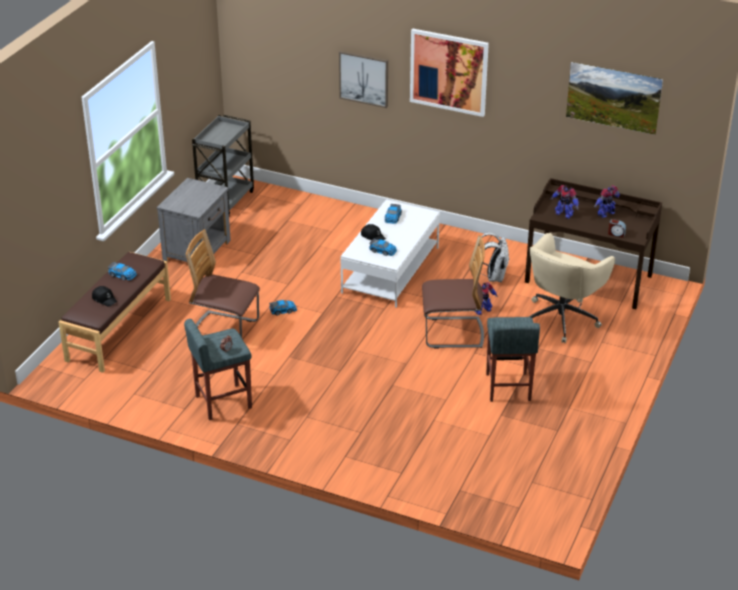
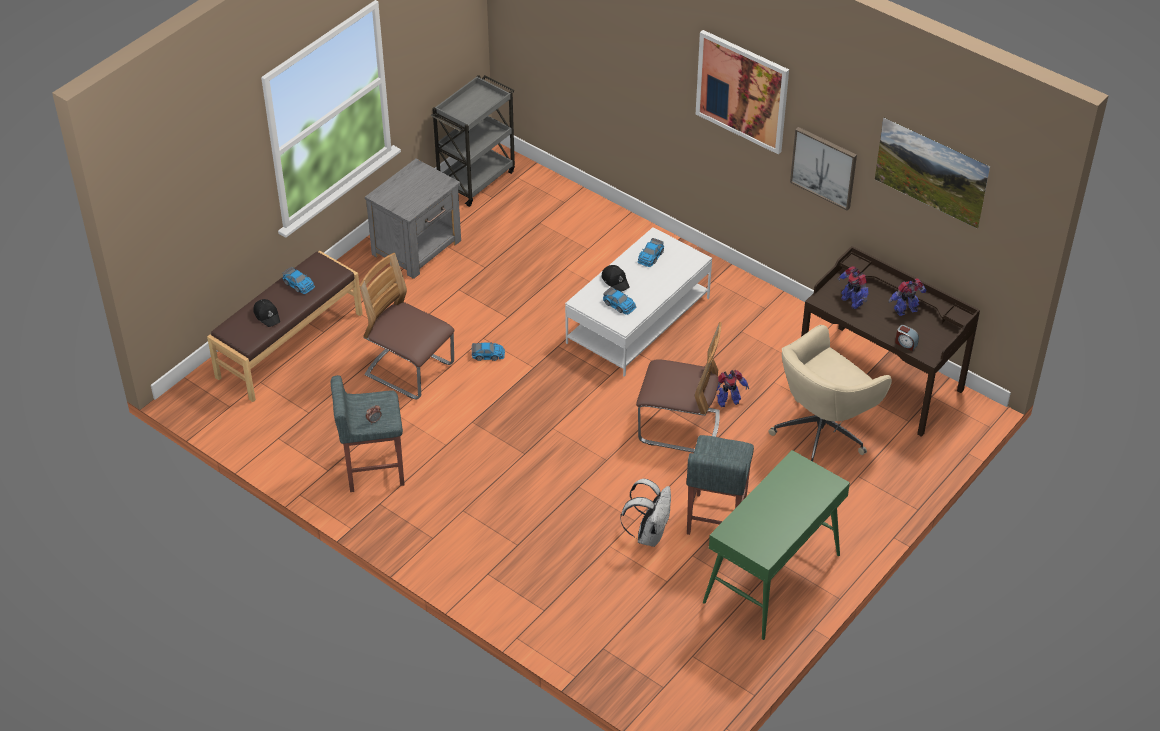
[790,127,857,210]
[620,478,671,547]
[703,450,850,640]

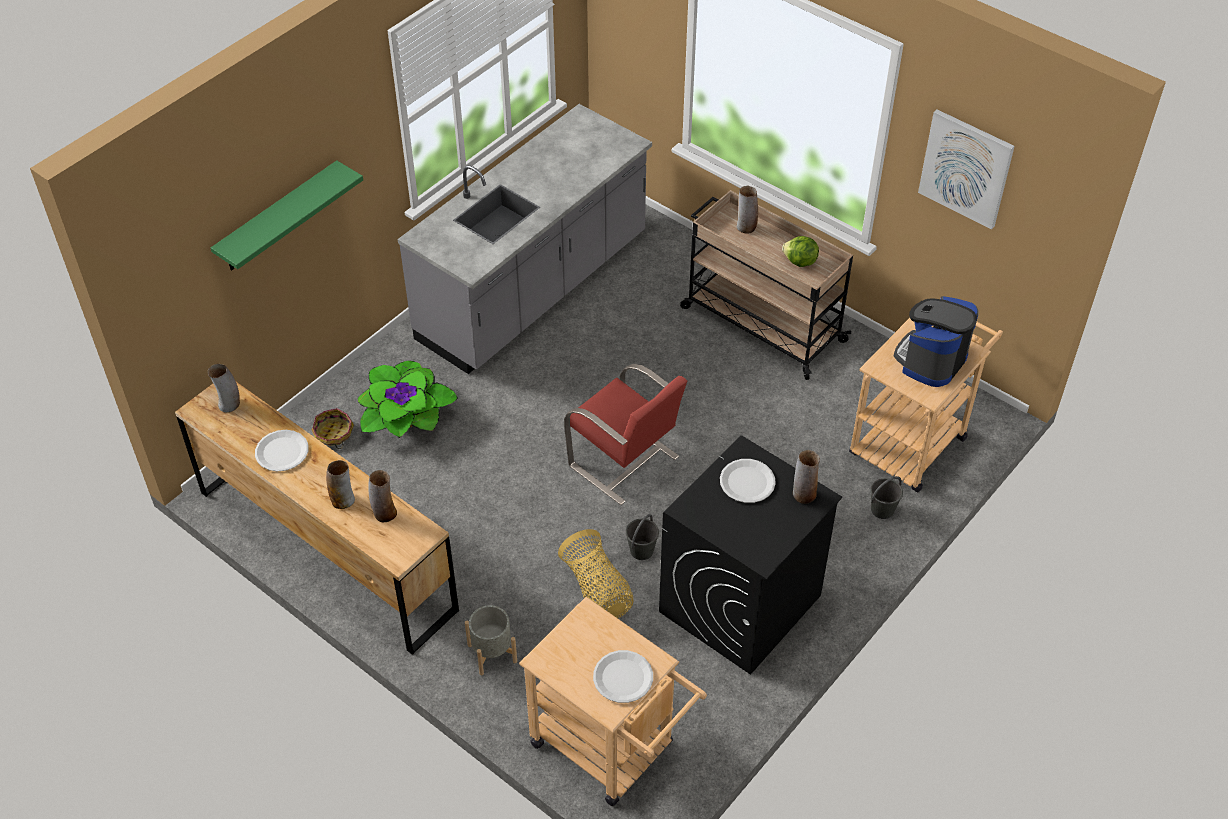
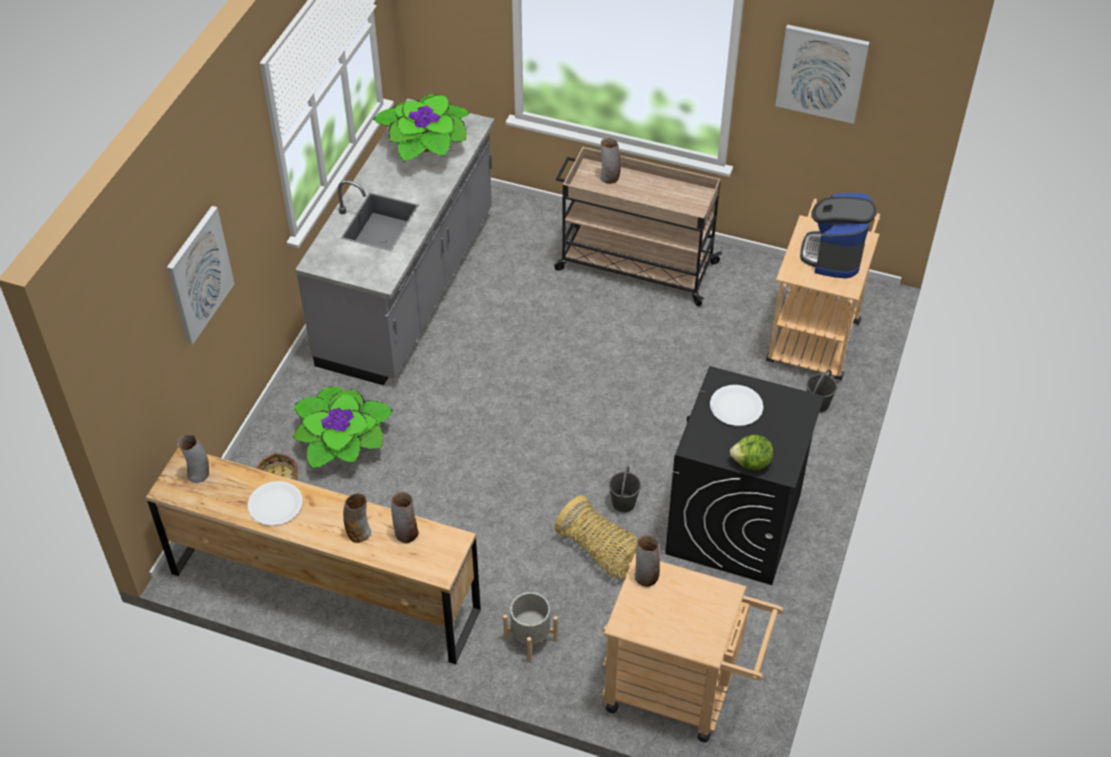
[167,206,235,345]
[730,435,773,471]
[564,364,687,505] (first image)
[635,534,660,587]
[593,650,653,703] (first image)
[373,94,469,162]

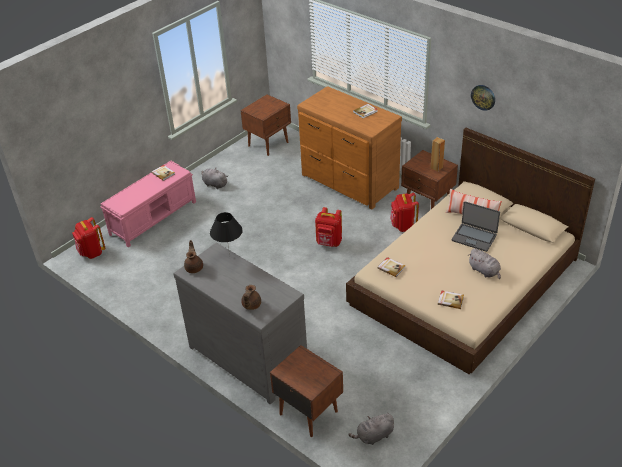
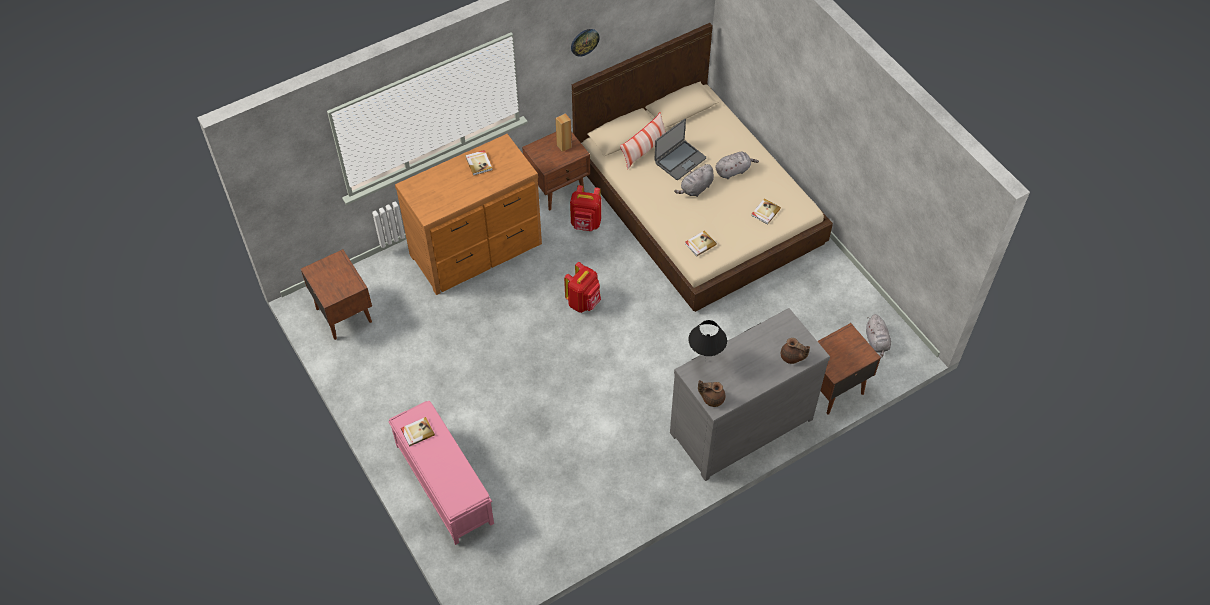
[674,164,714,197]
[72,217,105,259] (first image)

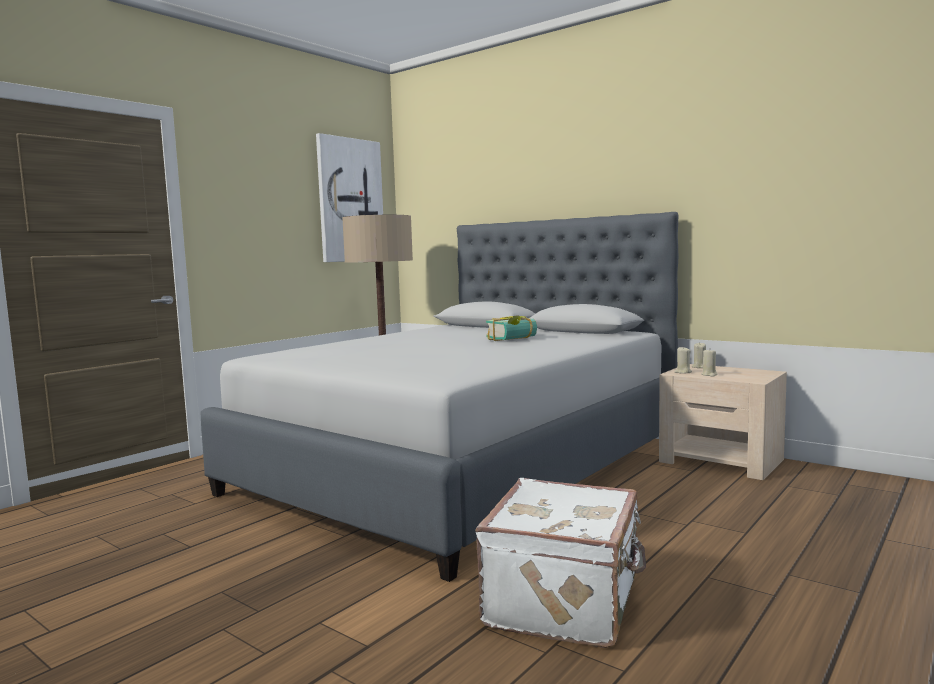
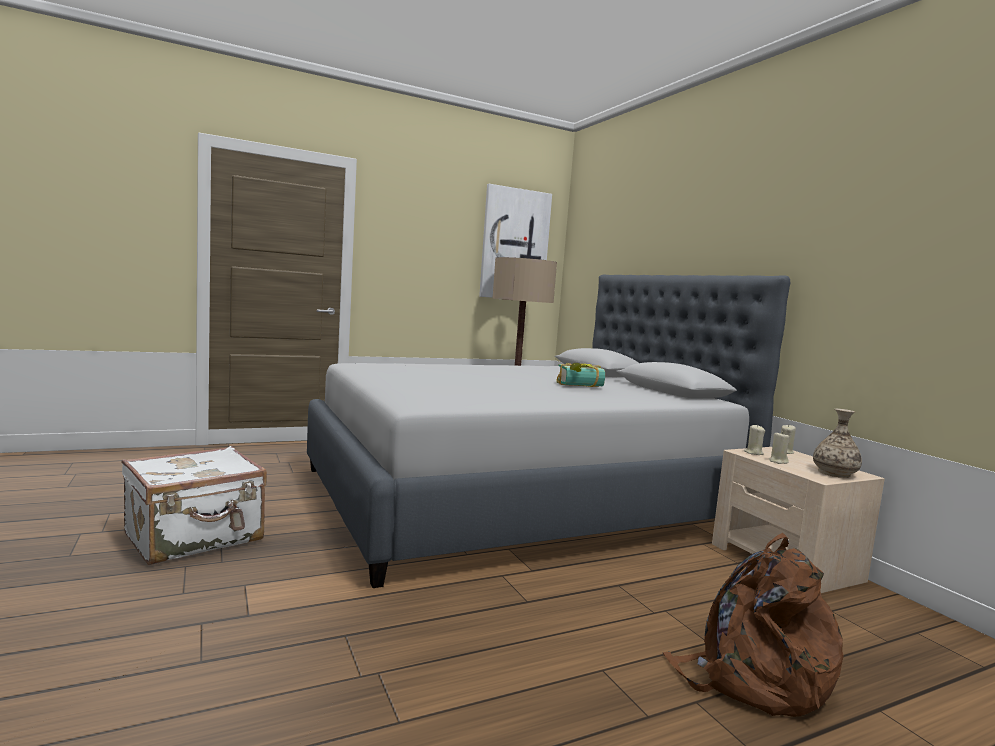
[122,446,267,565]
[813,409,862,478]
[663,533,844,717]

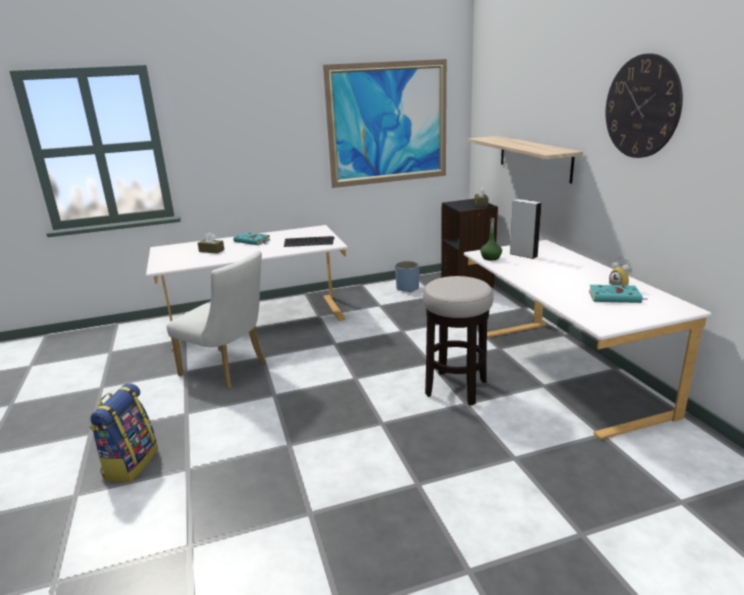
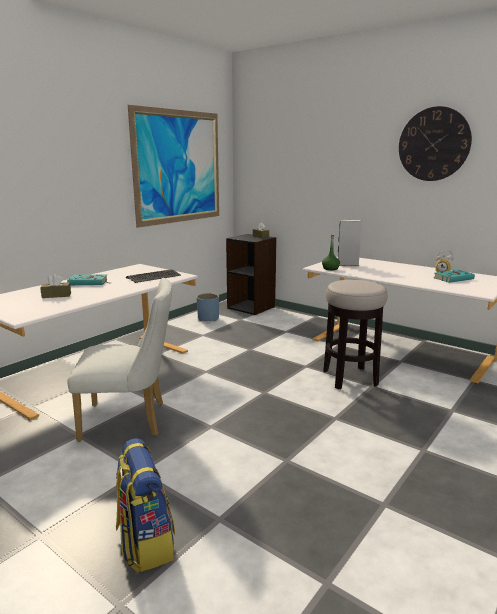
[468,136,583,183] (first image)

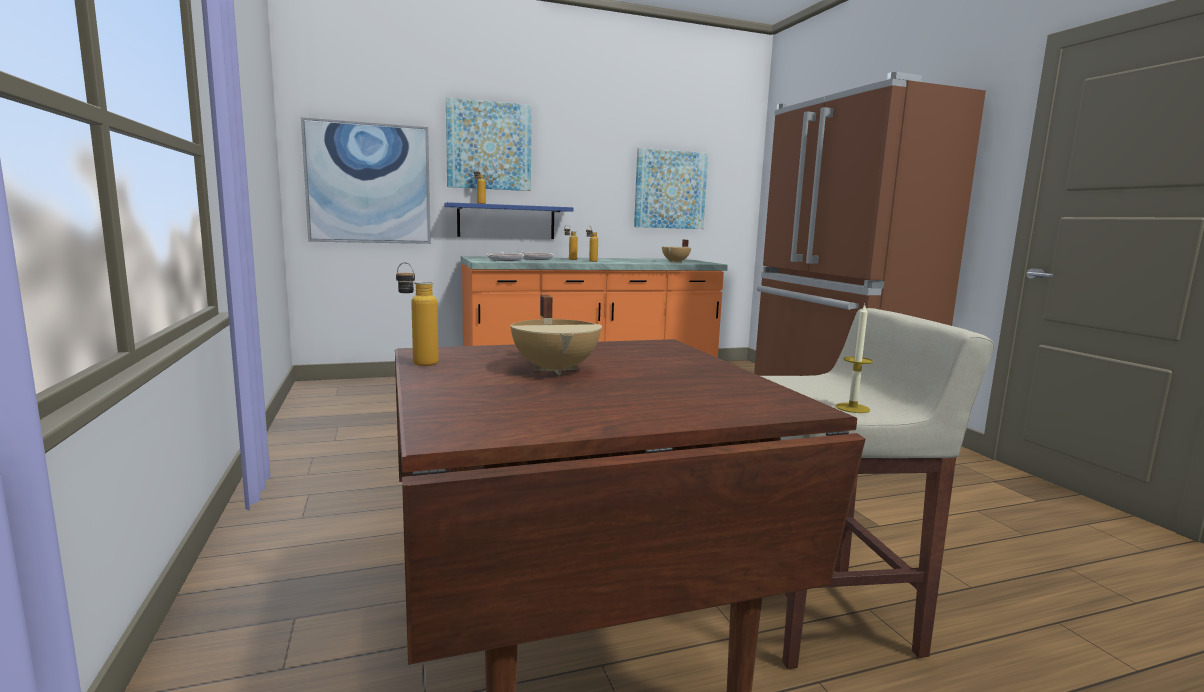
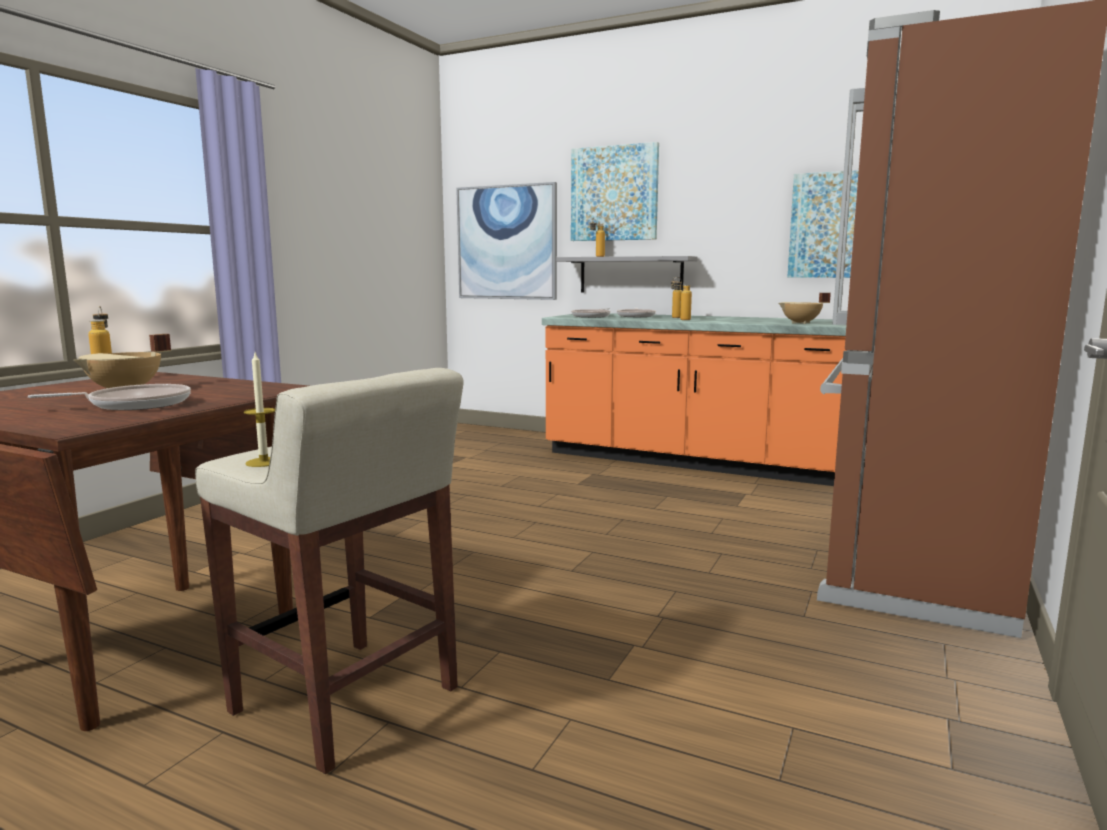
[556,256,698,292]
[28,384,191,410]

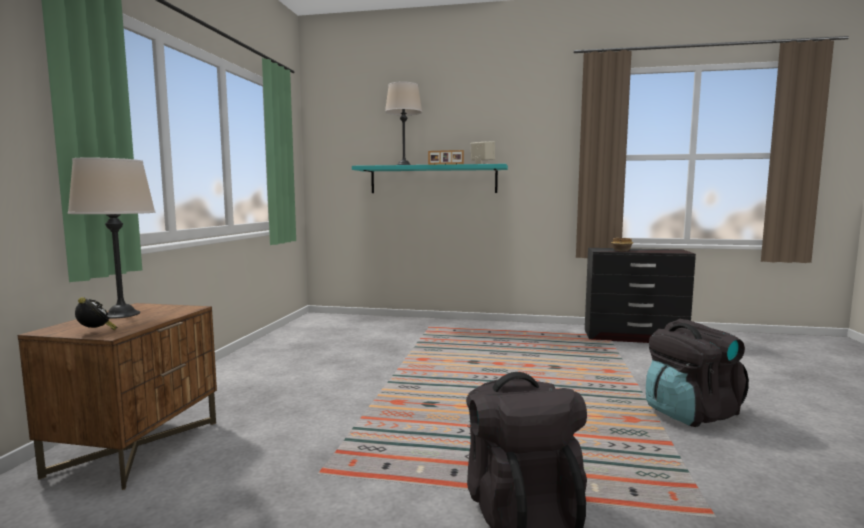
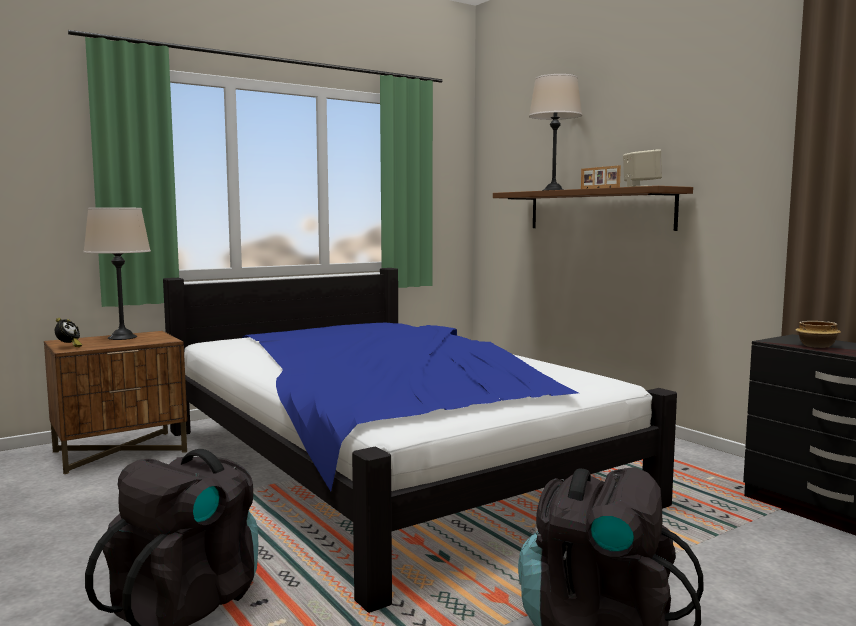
[493,186,693,231]
[163,268,677,613]

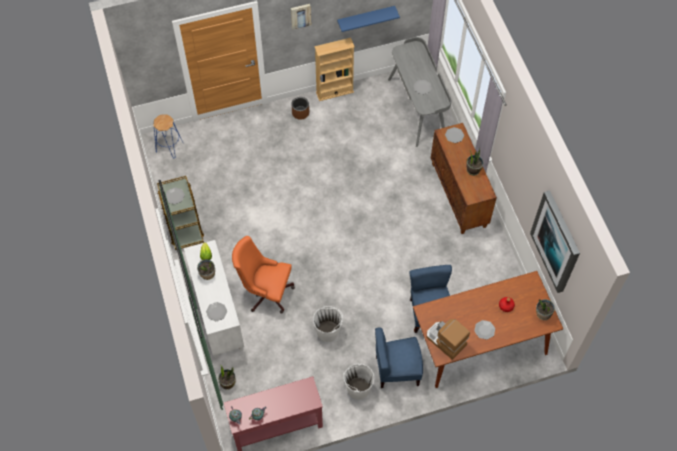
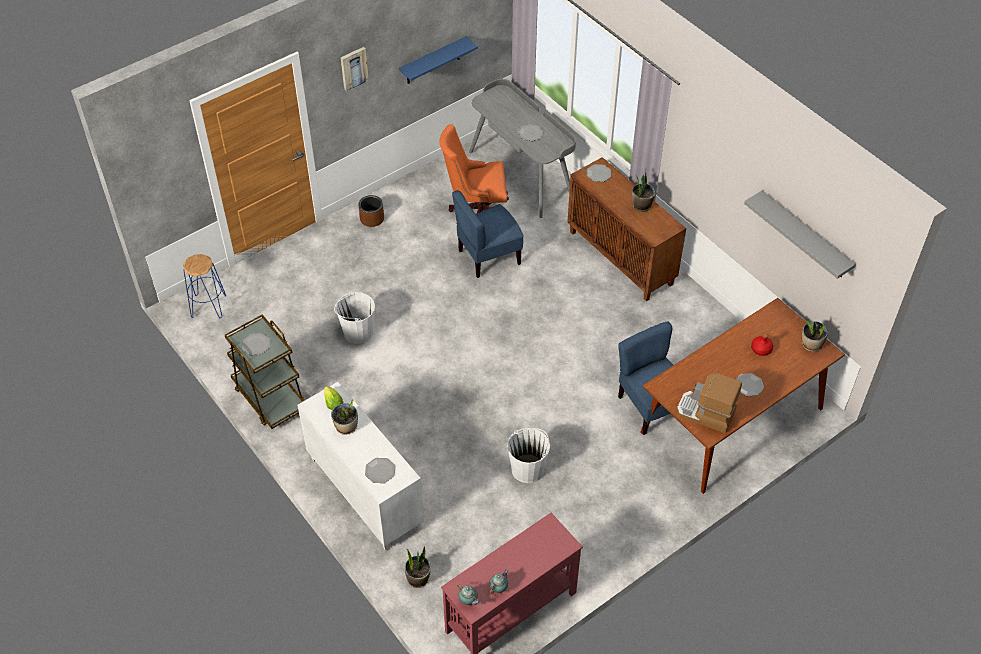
[314,38,355,101] (first image)
[744,190,856,279]
[439,124,509,213]
[452,190,523,278]
[334,292,375,344]

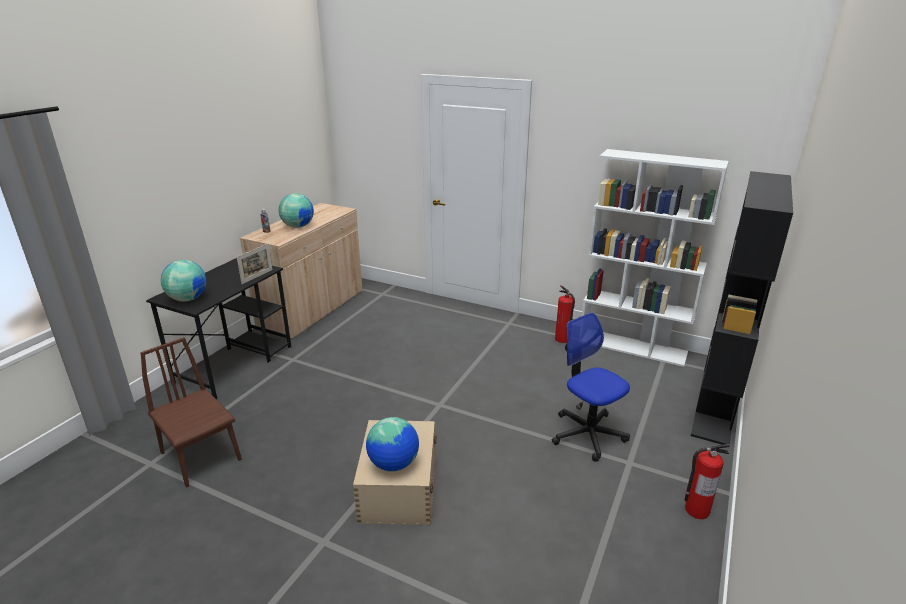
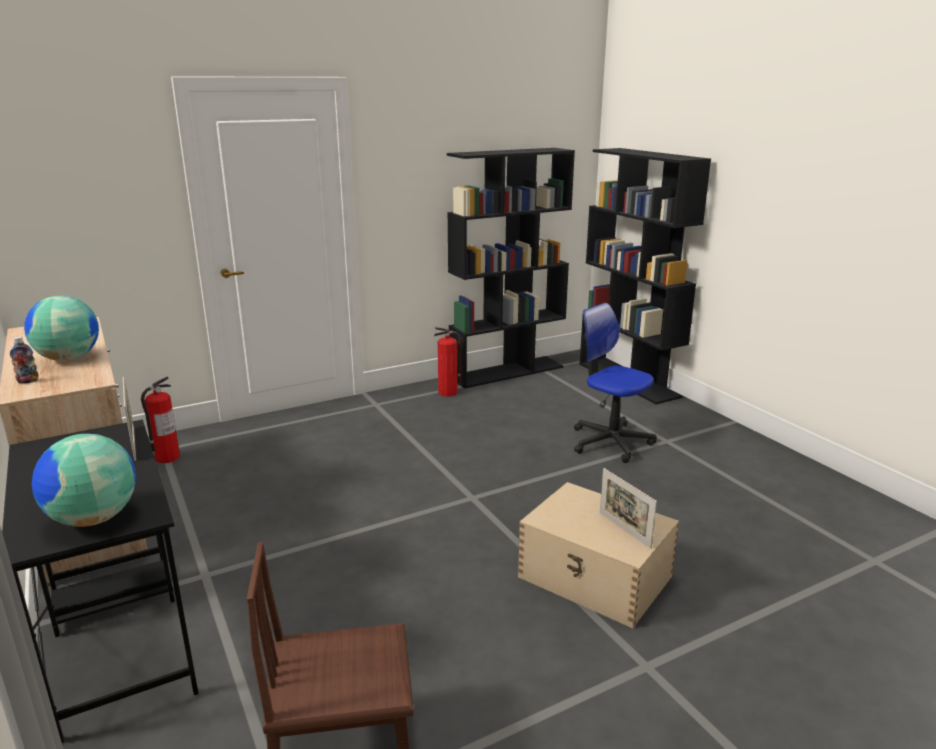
[447,148,575,389]
[574,303,657,463]
[600,468,657,549]
[141,377,180,463]

